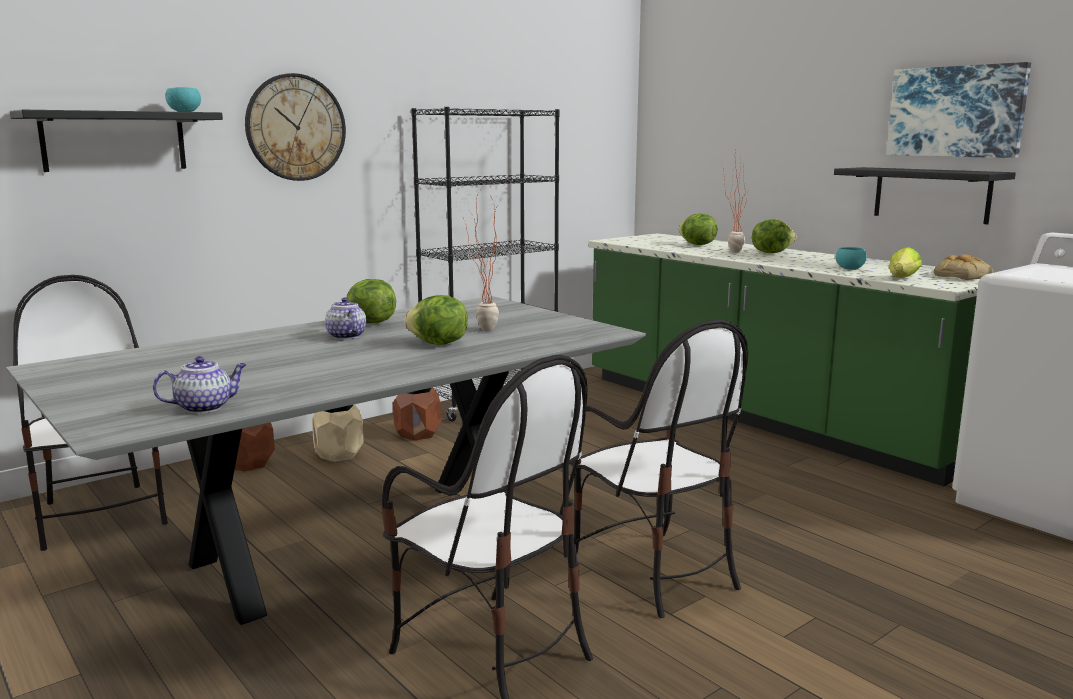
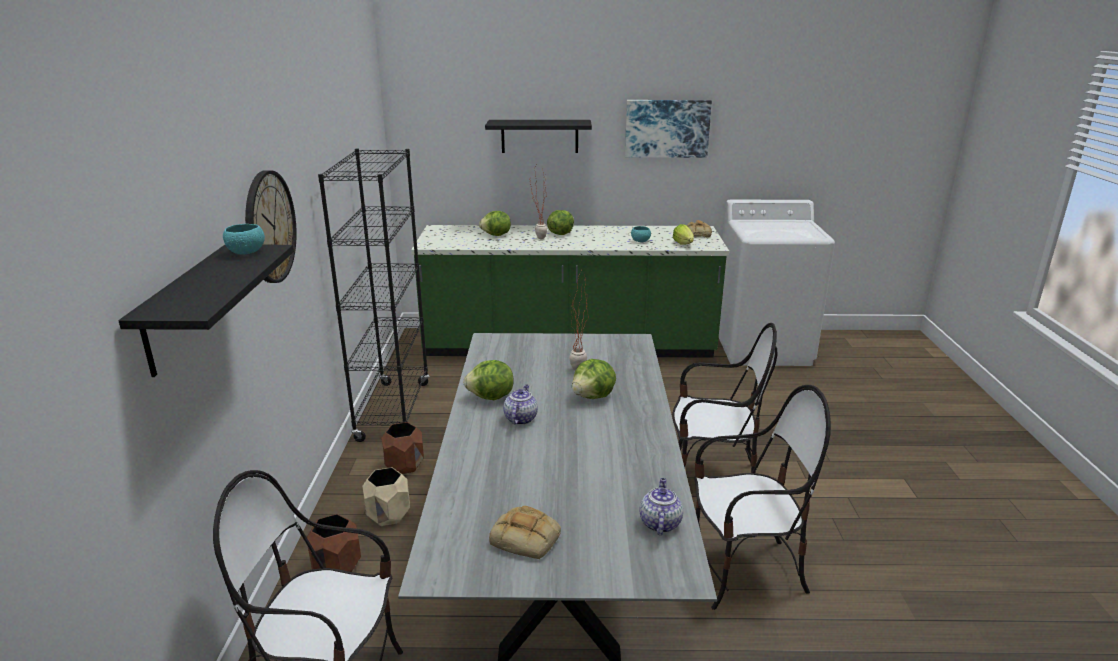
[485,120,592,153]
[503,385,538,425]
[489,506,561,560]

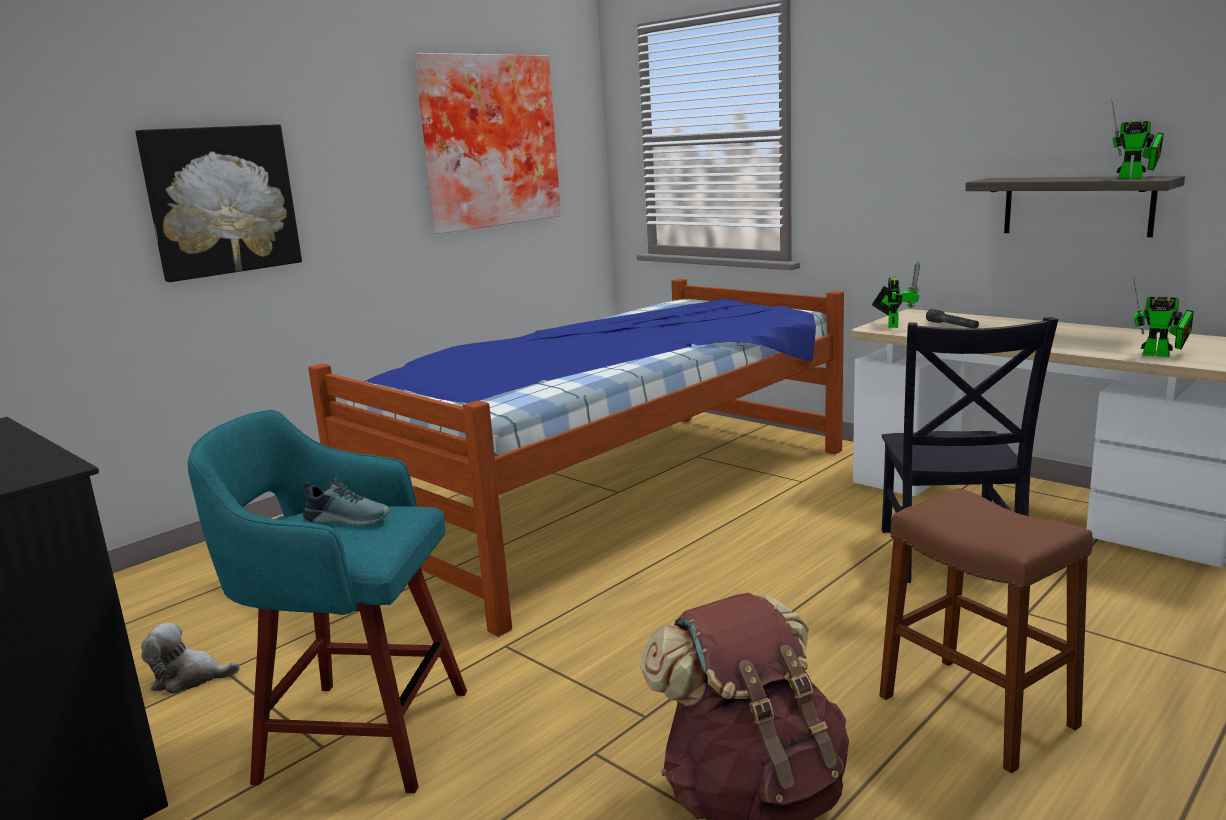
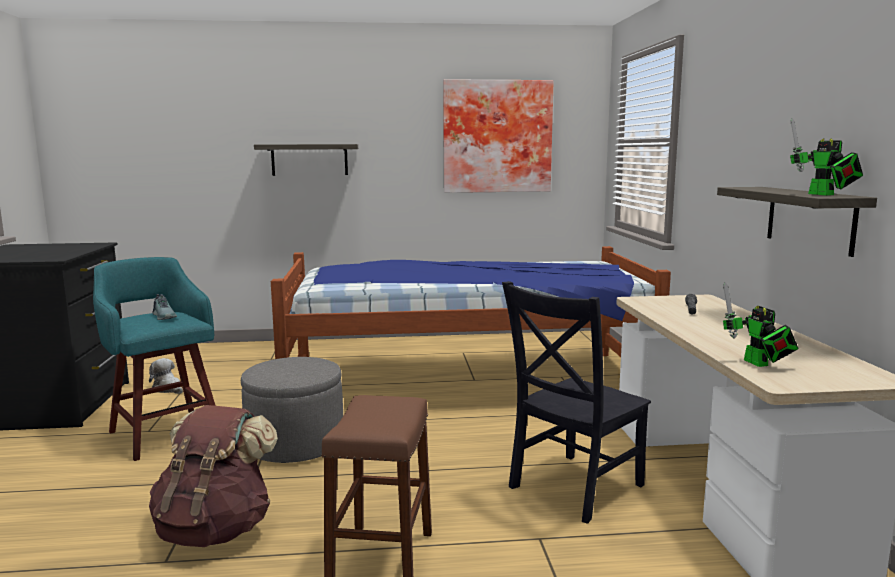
[254,144,358,176]
[872,262,920,328] (first image)
[241,357,343,463]

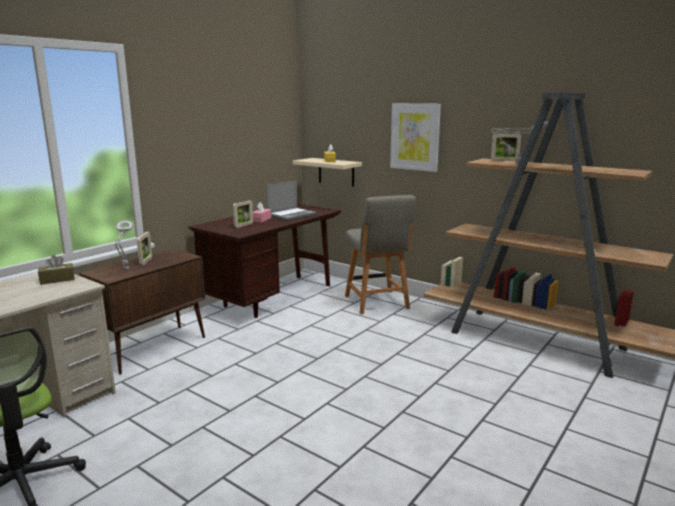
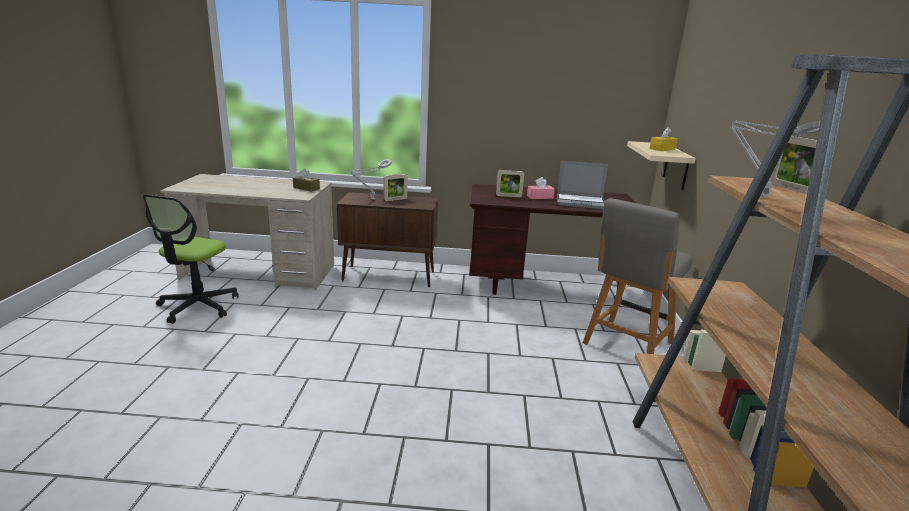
[390,103,441,172] (first image)

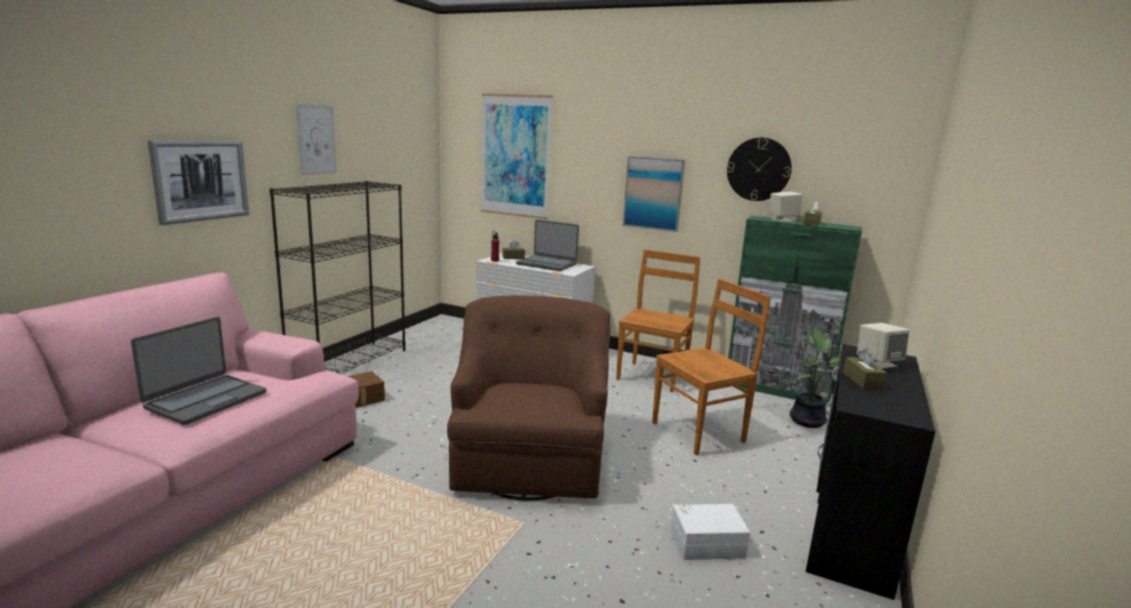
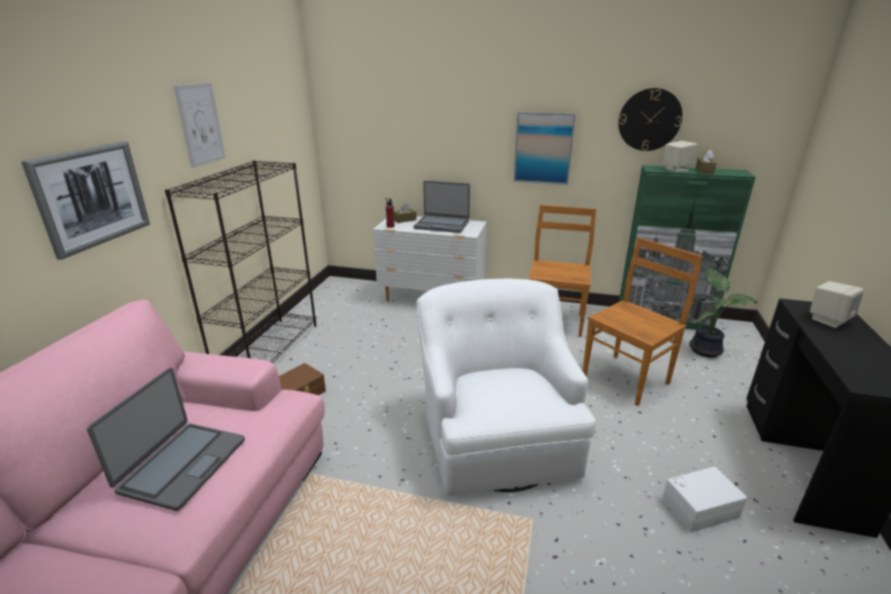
[481,93,553,219] (first image)
[416,278,596,496]
[843,348,887,389] (first image)

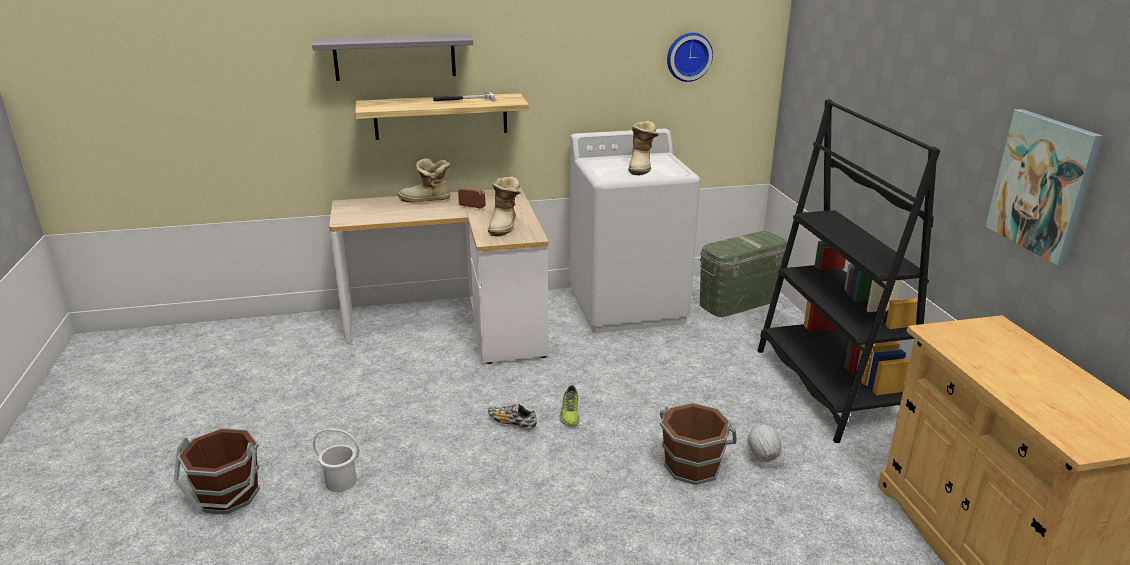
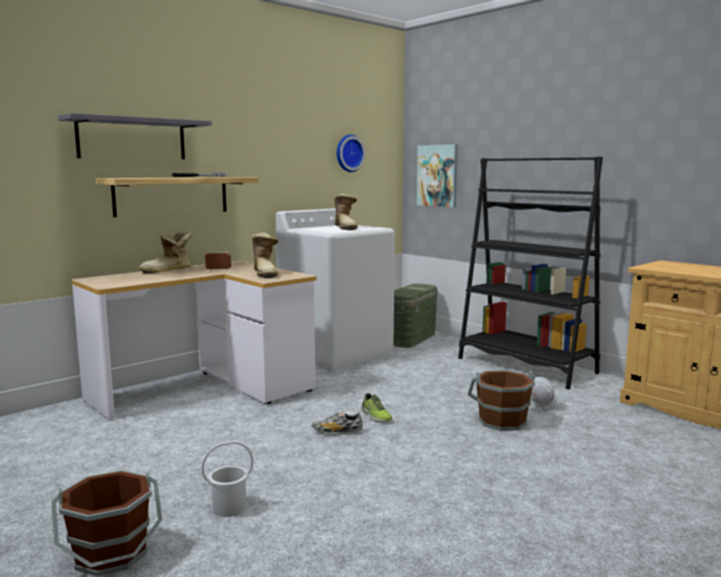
[417,144,458,207]

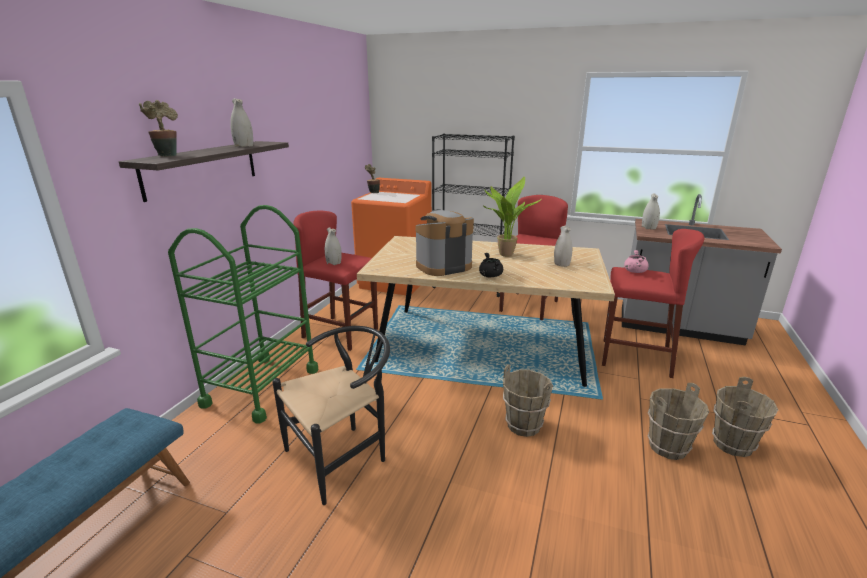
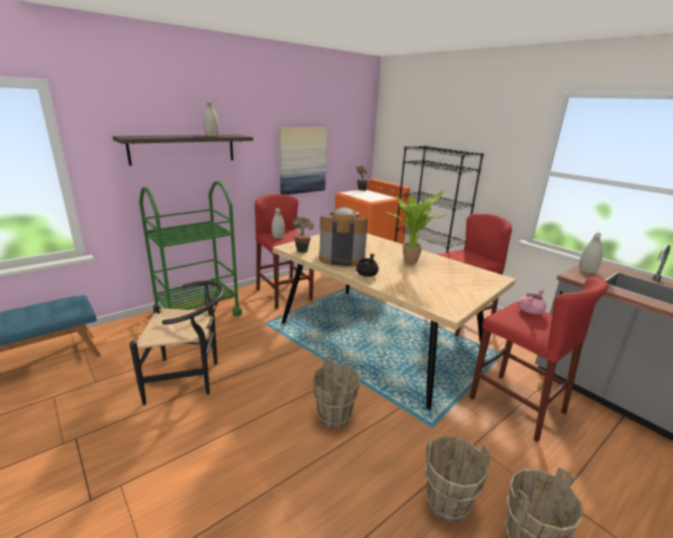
[293,216,314,253]
[554,226,572,267] (first image)
[279,128,327,195]

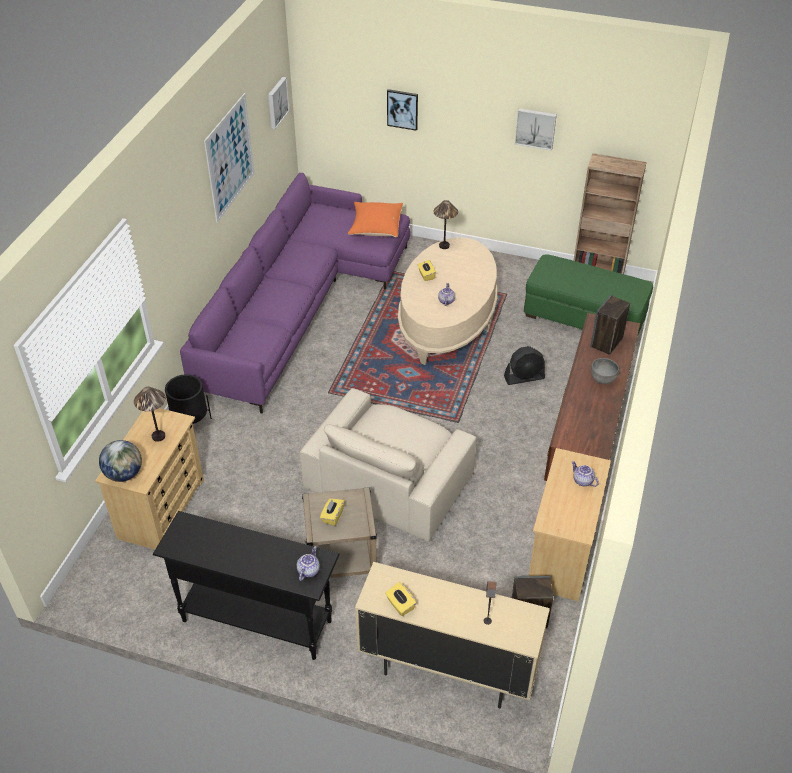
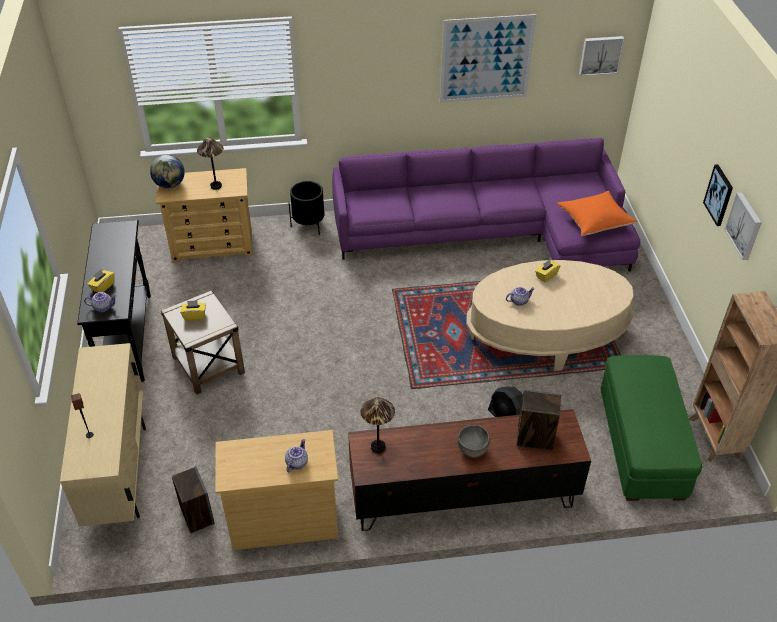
[703,164,733,226]
[361,397,395,453]
[300,388,476,542] (first image)
[87,269,115,293]

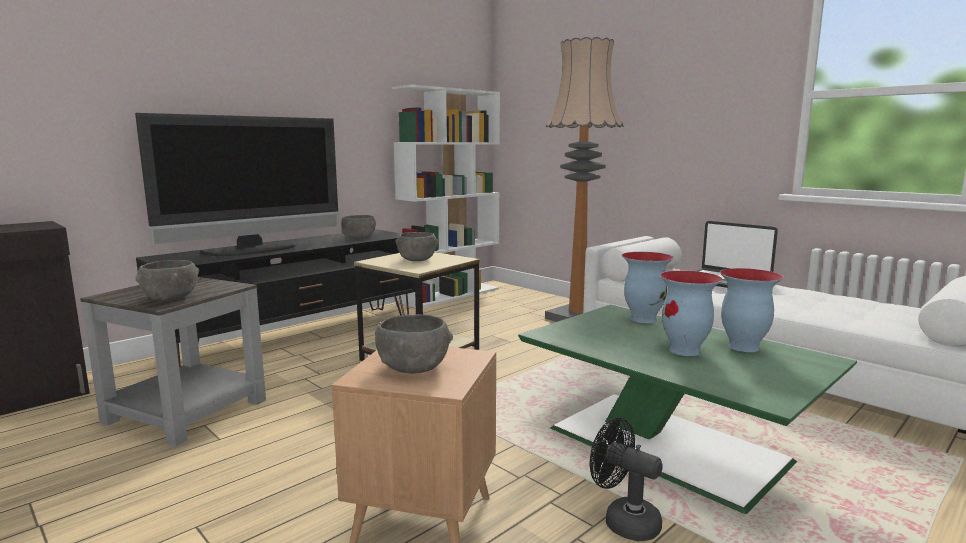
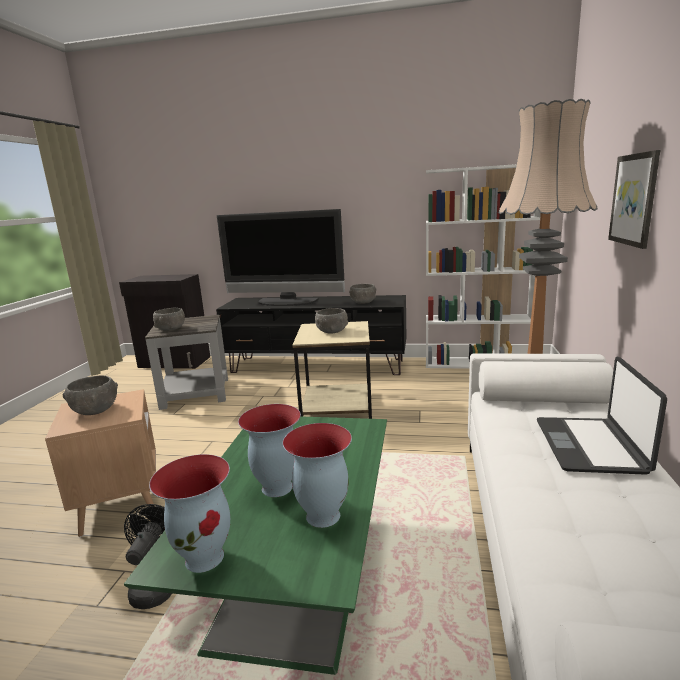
[149,454,230,573]
[608,150,660,249]

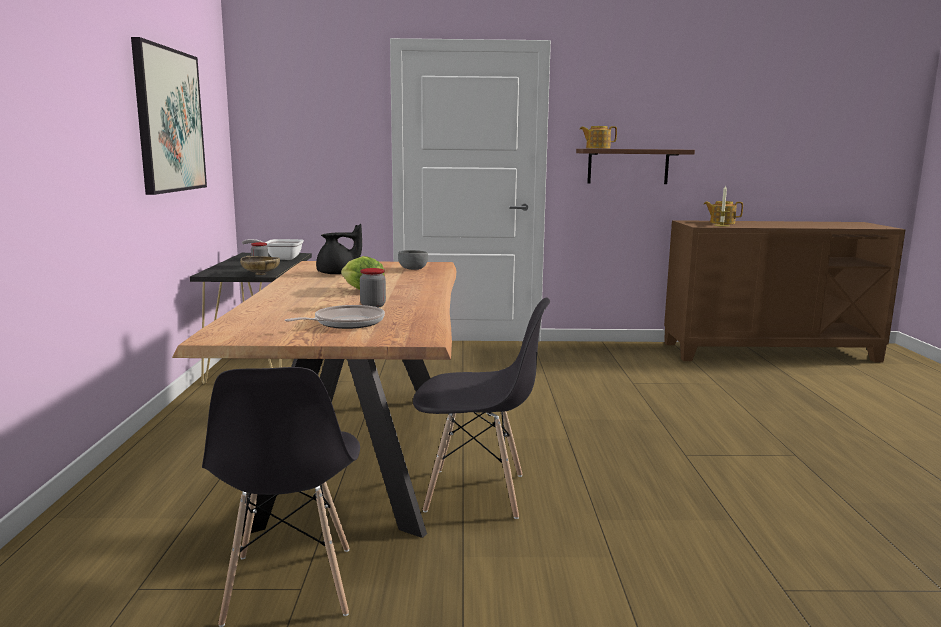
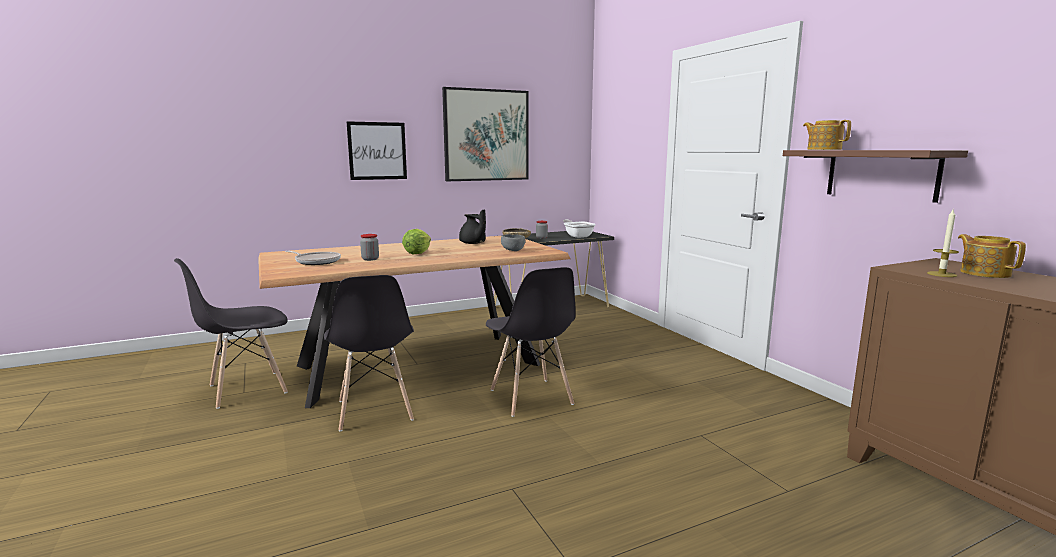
[347,121,407,180]
[486,267,576,417]

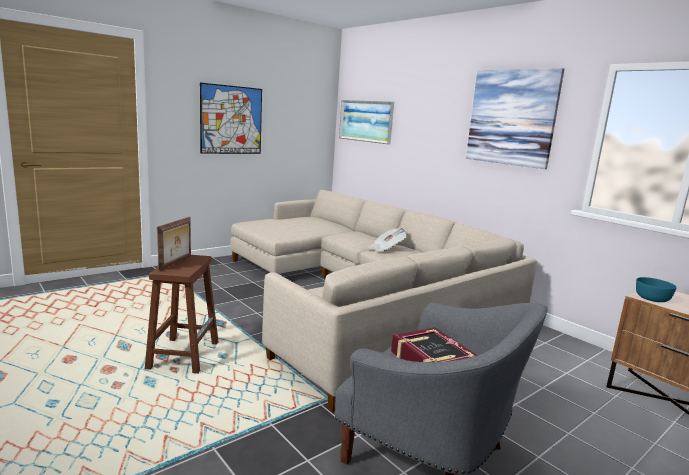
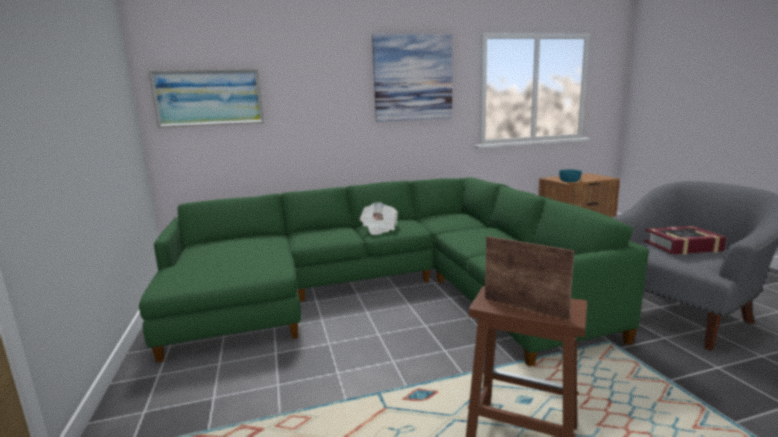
[200,83,262,154] (first image)
[139,177,649,367]

